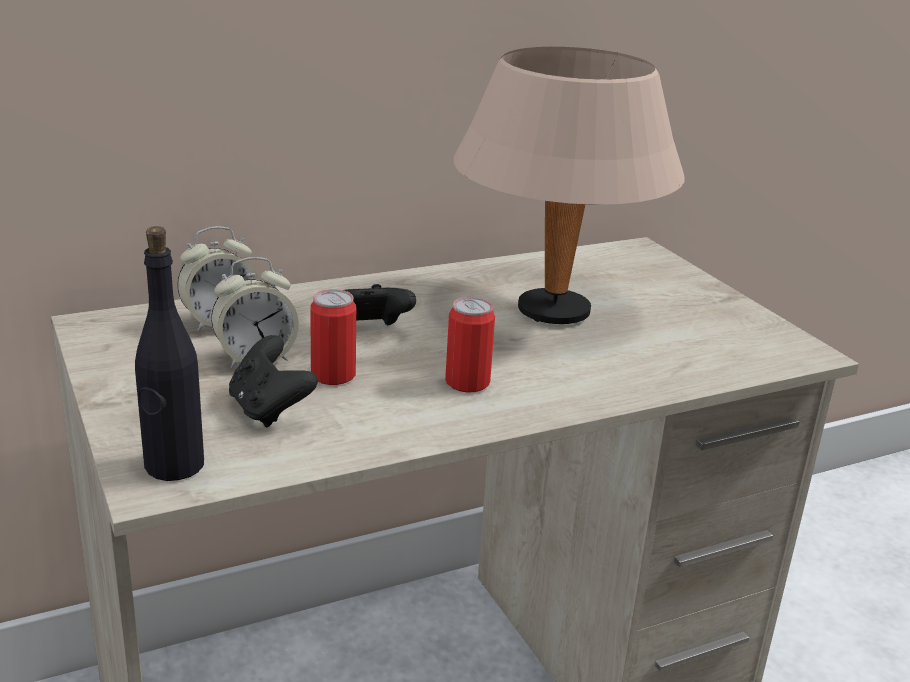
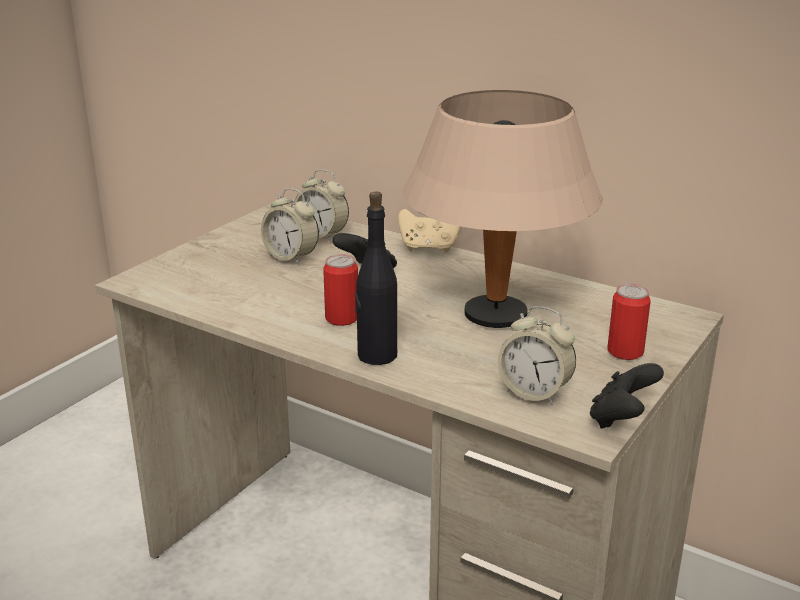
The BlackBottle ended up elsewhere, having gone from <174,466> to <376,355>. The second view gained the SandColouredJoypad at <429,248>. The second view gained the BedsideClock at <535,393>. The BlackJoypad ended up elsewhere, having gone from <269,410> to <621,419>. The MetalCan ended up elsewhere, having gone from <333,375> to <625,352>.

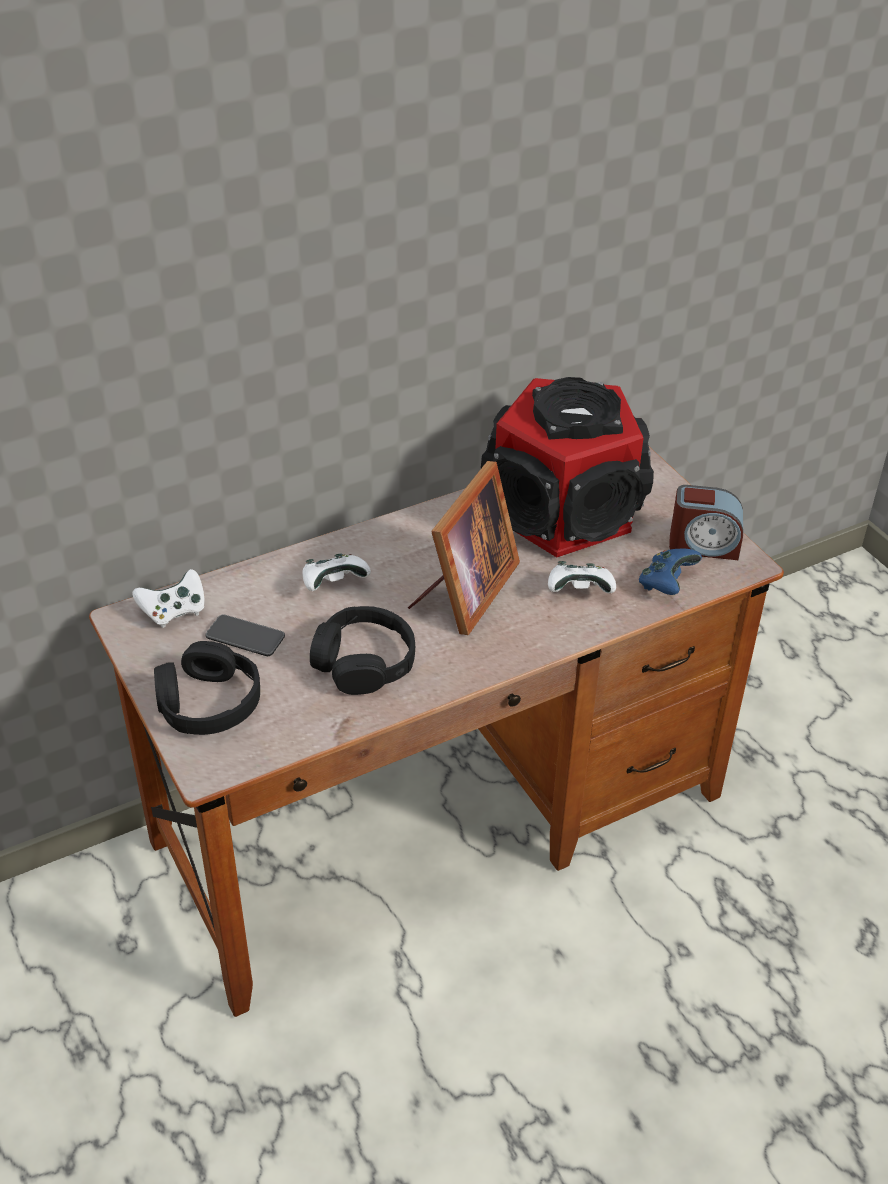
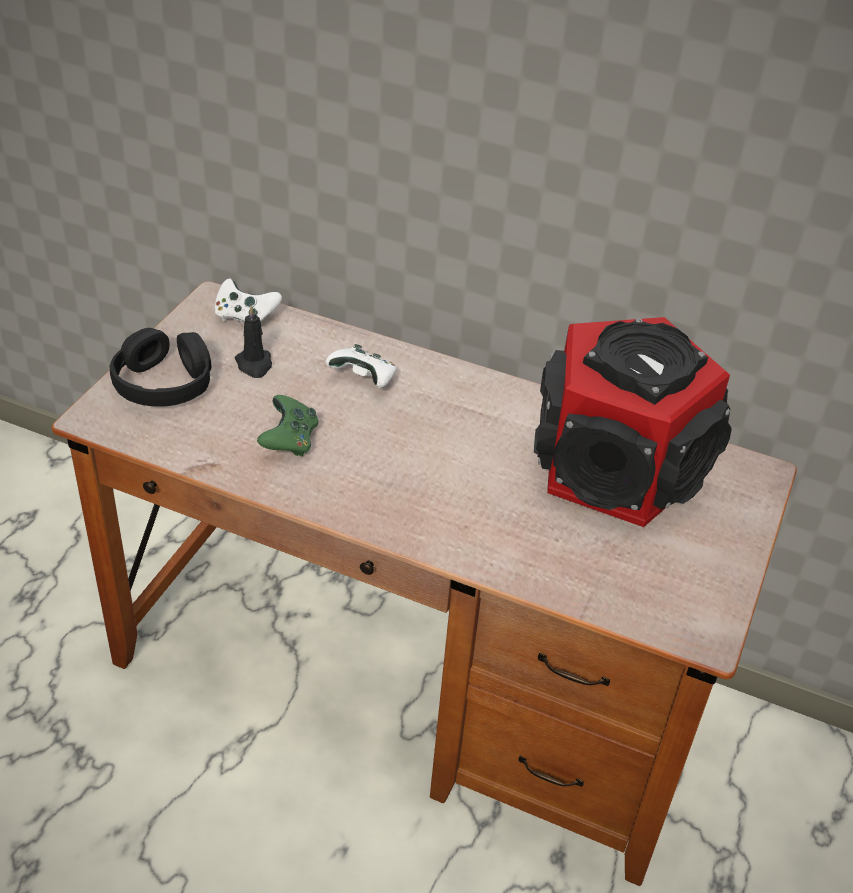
Where the Handset stood at <245,637>, the BlackCandle came to stand at <254,365>. Where the BlackHeadset stood at <364,662>, the GreenJoypad came to stand at <290,441>. The second view lost the StandingFrame at <464,593>. The second view lost the WhiteJoypad at <579,592>. The second view lost the BlueColouredJoypad at <666,583>. The second view lost the BedsideClock at <703,545>.

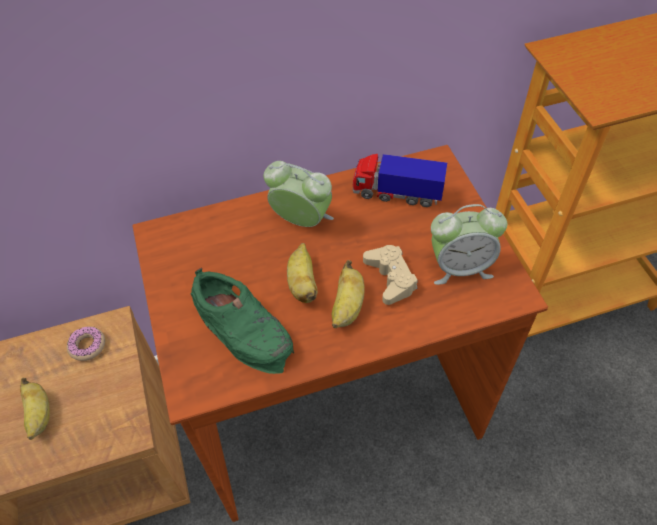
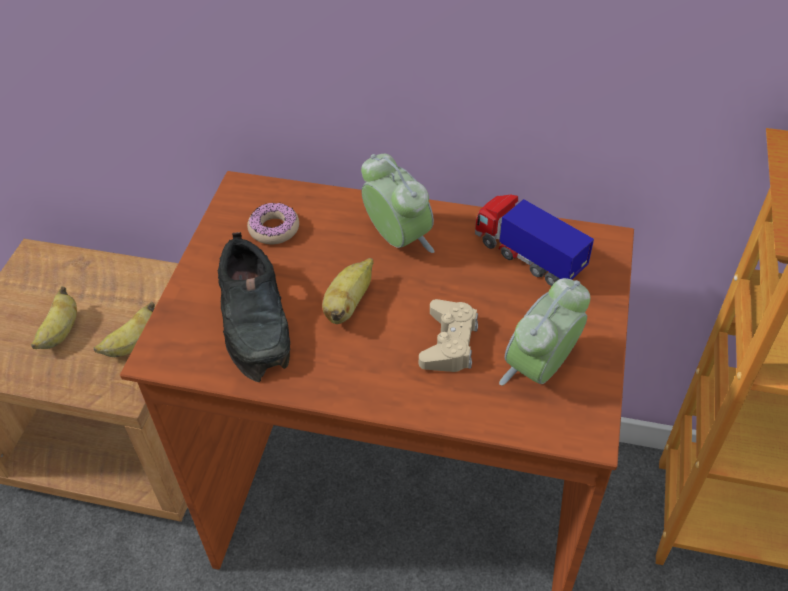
The Banana ended up elsewhere, having gone from <347,307> to <133,344>. What was the GreenLowShoe at <243,327> turned into the BlackLowShoe at <255,319>. The Donut ended up elsewhere, having gone from <87,346> to <274,229>. The BedsideClock at <460,267> ended up facing another way, 105 degrees clockwise from before.

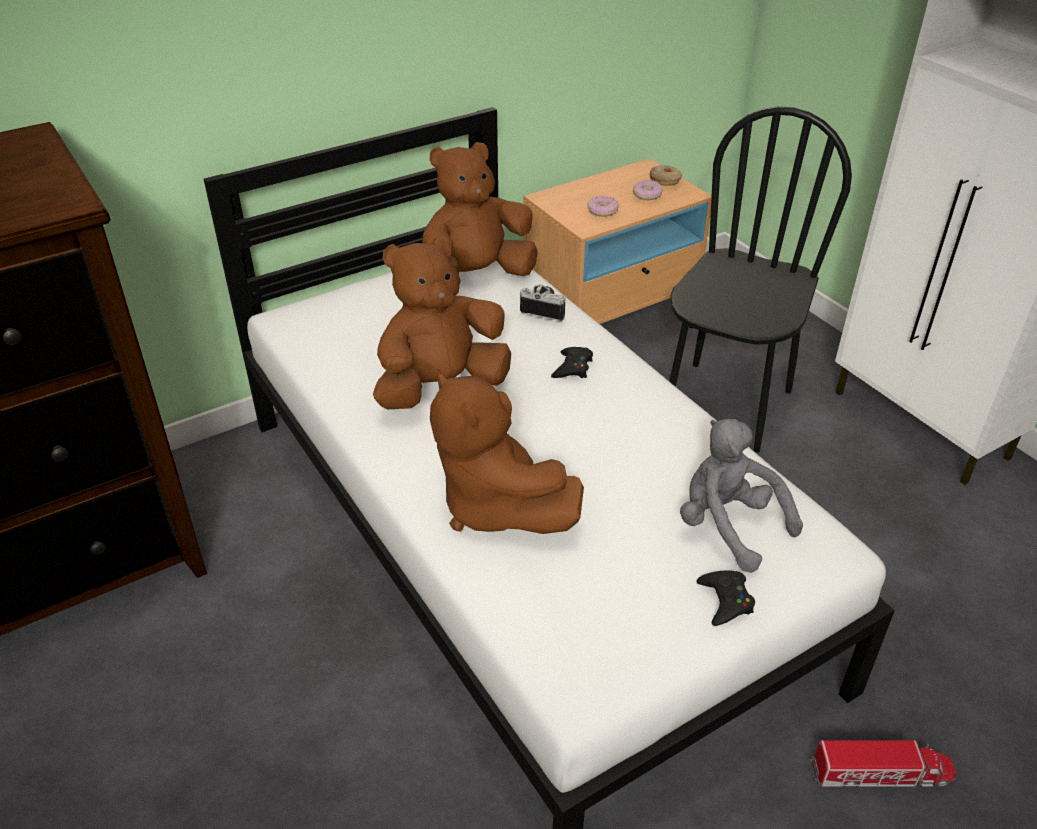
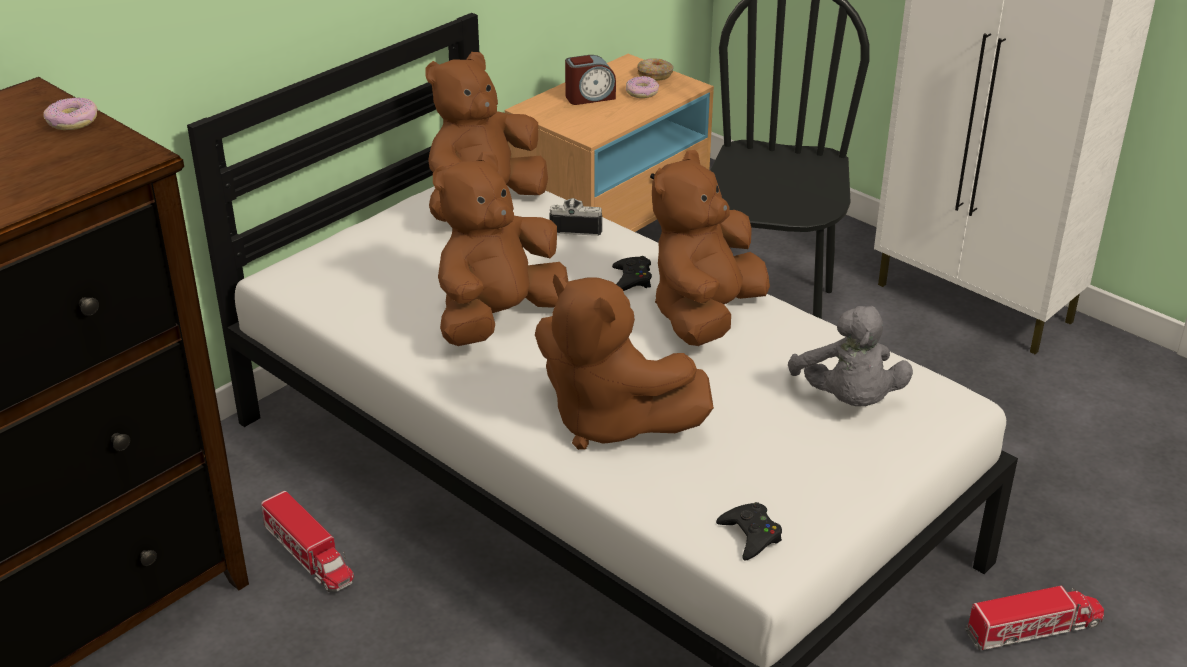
The Donut ended up elsewhere, having gone from <603,211> to <73,121>. The second view gained the ModelTruck at <309,555>. The second view gained the BedsideClock at <590,97>. The second view gained the BrownSoftToy at <705,316>. The BlackJoypad ended up elsewhere, having gone from <725,601> to <751,535>. The GreyishSoftToy at <728,526> ended up facing another way, 135 degrees counterclockwise from before.

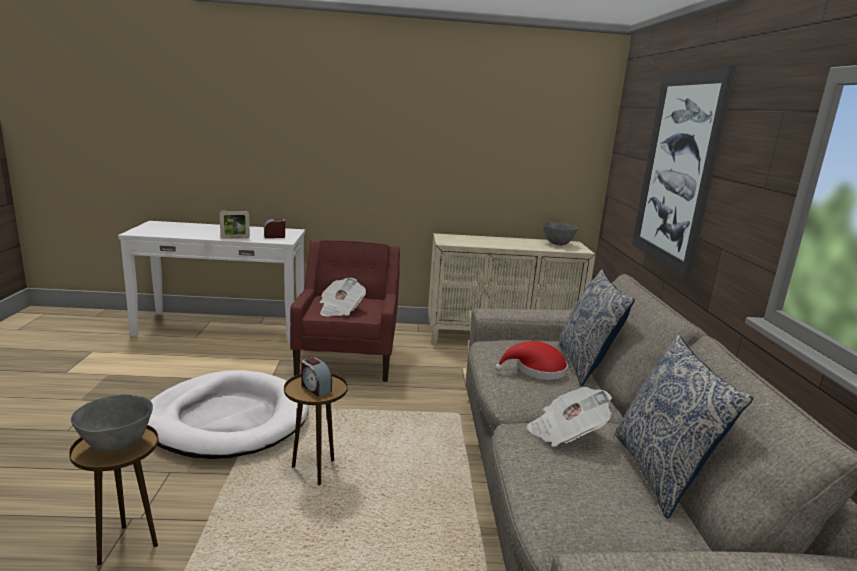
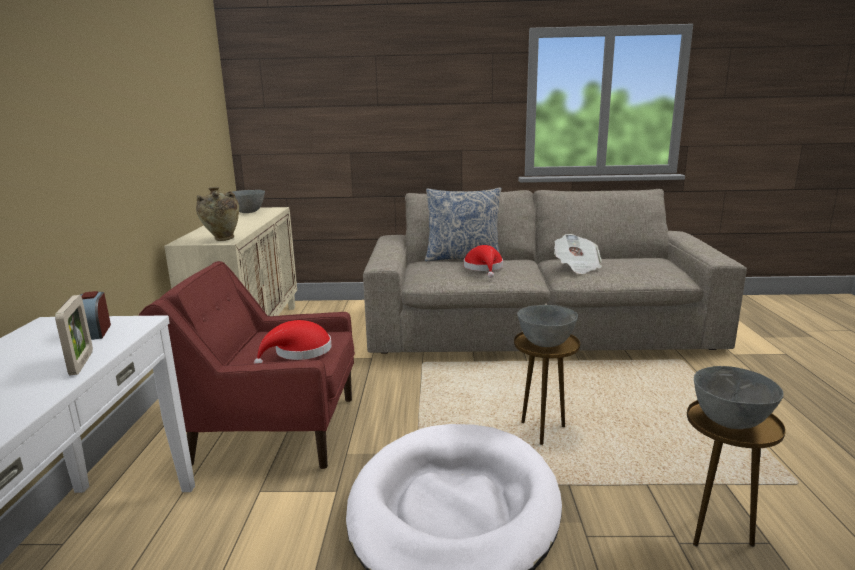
The second view gained the SandColouredFlowerVase at <222,239>. Where the DailyPaper stood at <340,310>, the RedColouredHat came to stand at <299,352>. Where the BedsideClock stood at <315,388>, the GreyishBowl came to stand at <545,344>. The second view lost the Pillow at <660,473>. The second view lost the WallPicture at <676,169>.

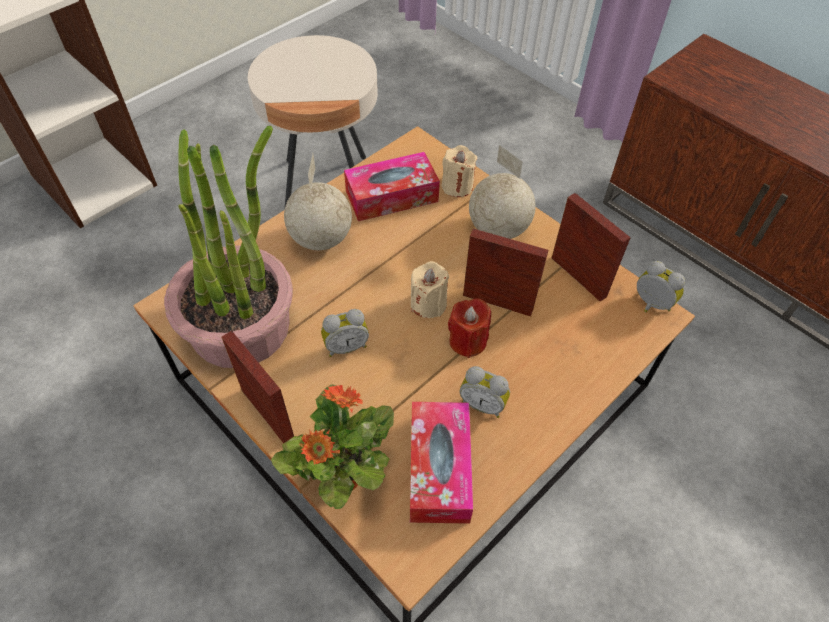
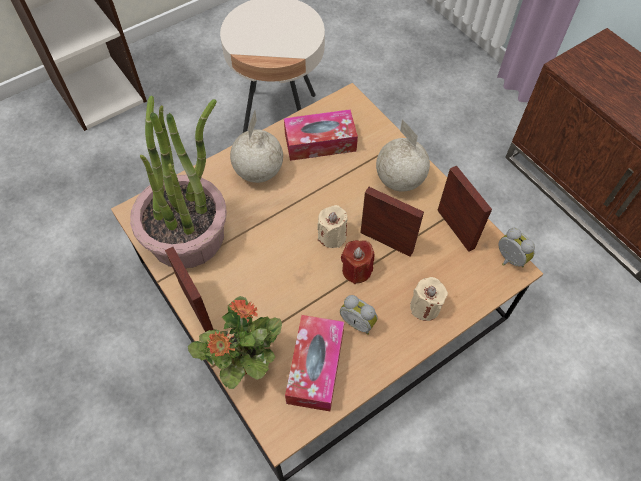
The SandColouredCandle ended up elsewhere, having gone from <457,186> to <425,307>. The second view lost the BedsideClock at <346,346>.

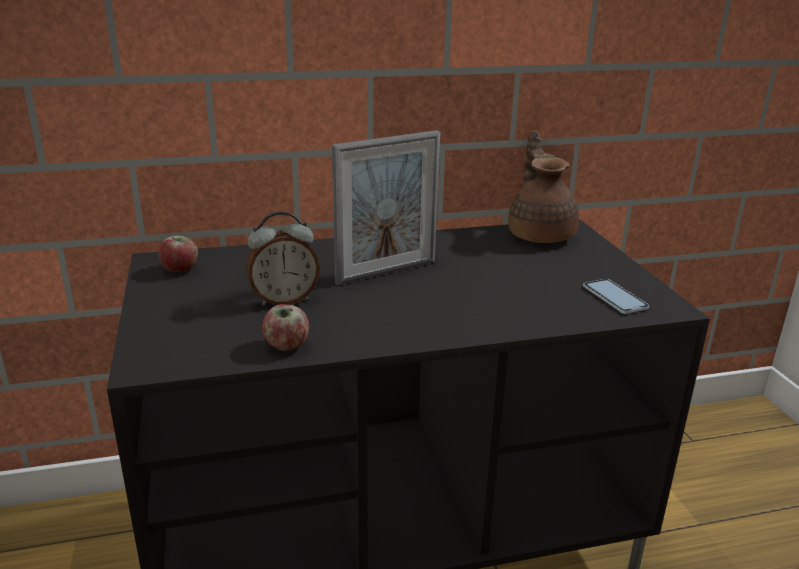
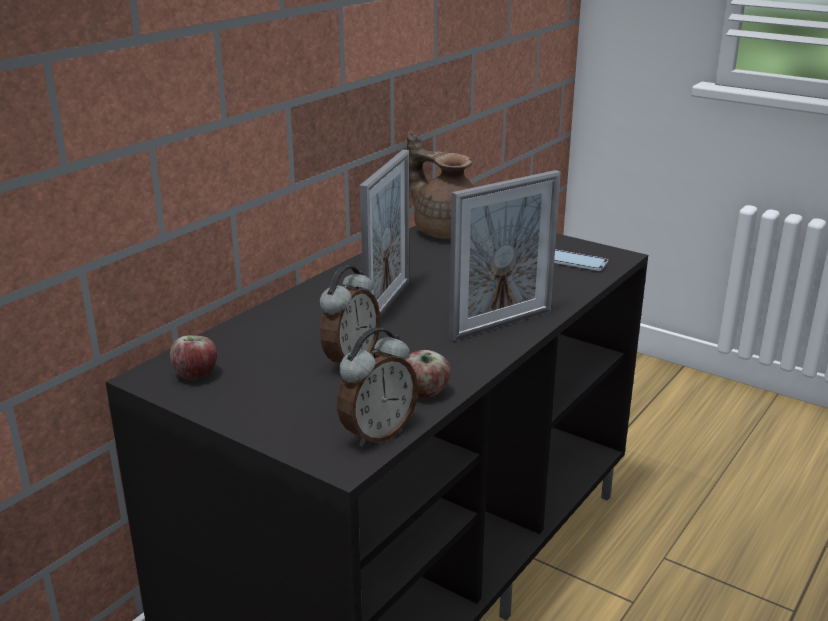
The second view gained the BedsideClock at <377,433>. The second view gained the StandingFrame at <501,324>.

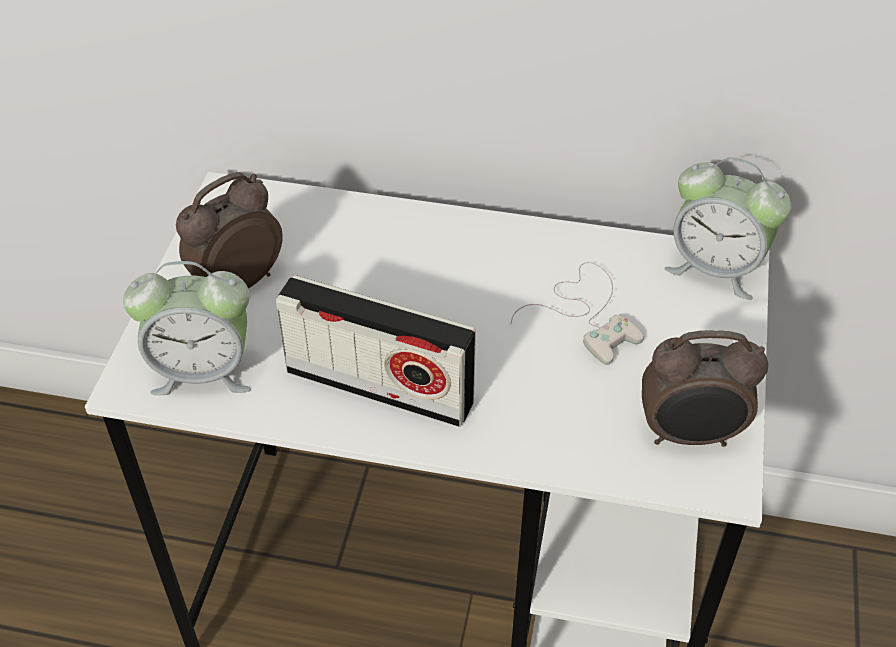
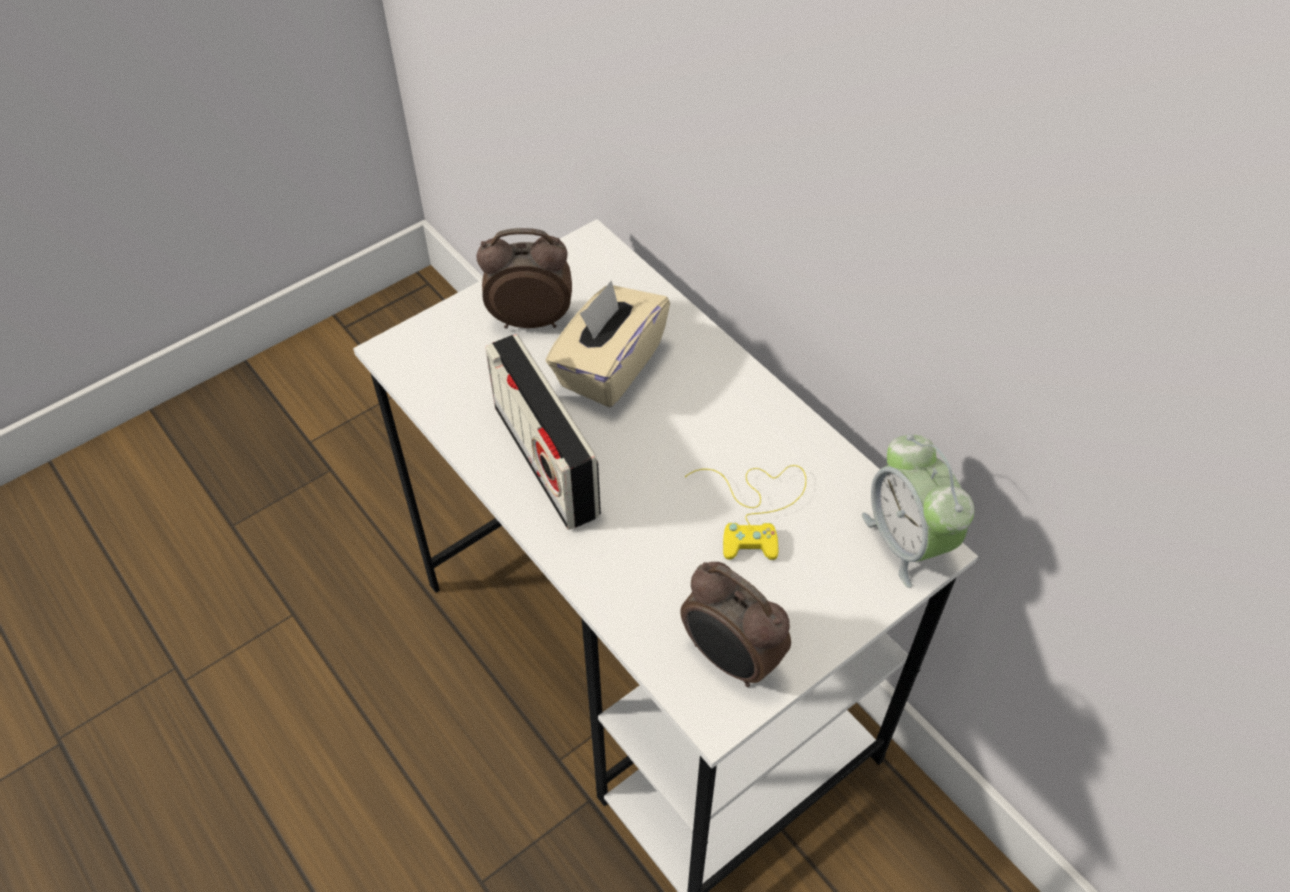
The second view gained the SandColouredTissueBox at <609,366>. What was the WhiteJoypad at <586,313> turned into the YellowJoypad at <756,507>. The second view lost the BedsideClock at <203,371>.

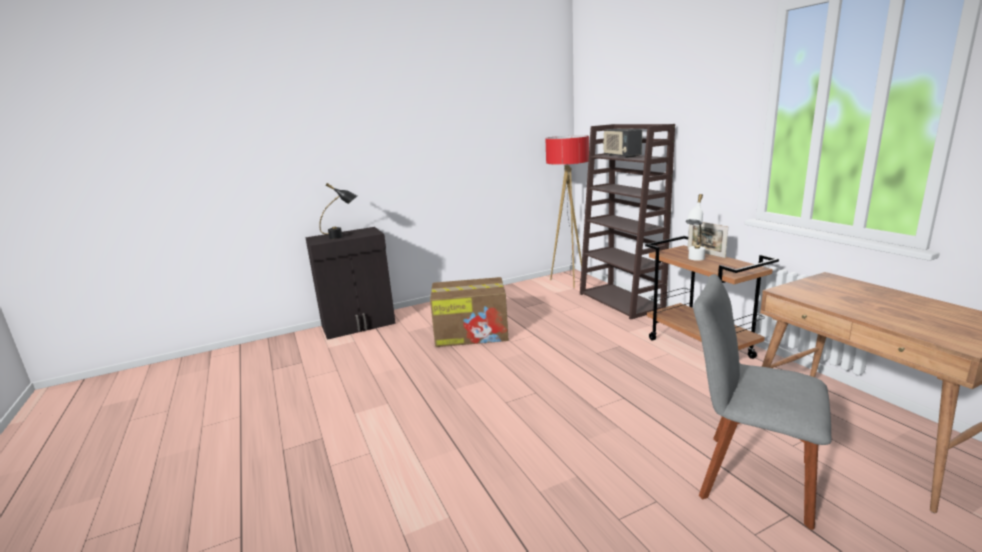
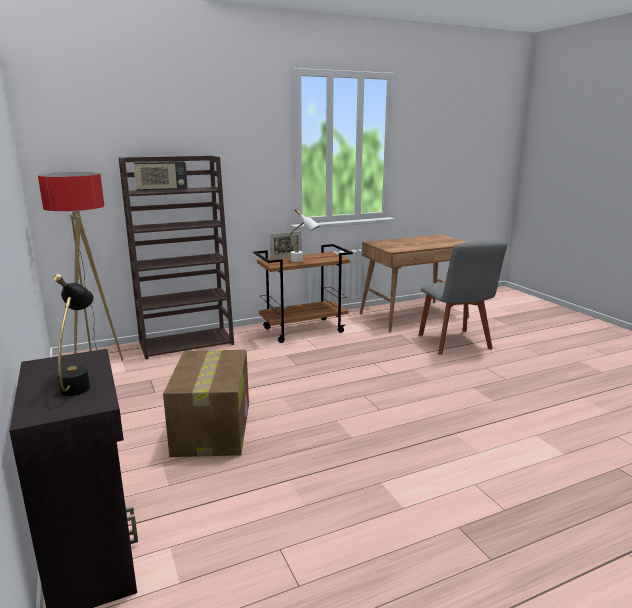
The GreyishPlainChair at <749,476> ended up facing another way, 45 degrees counterclockwise from before.

